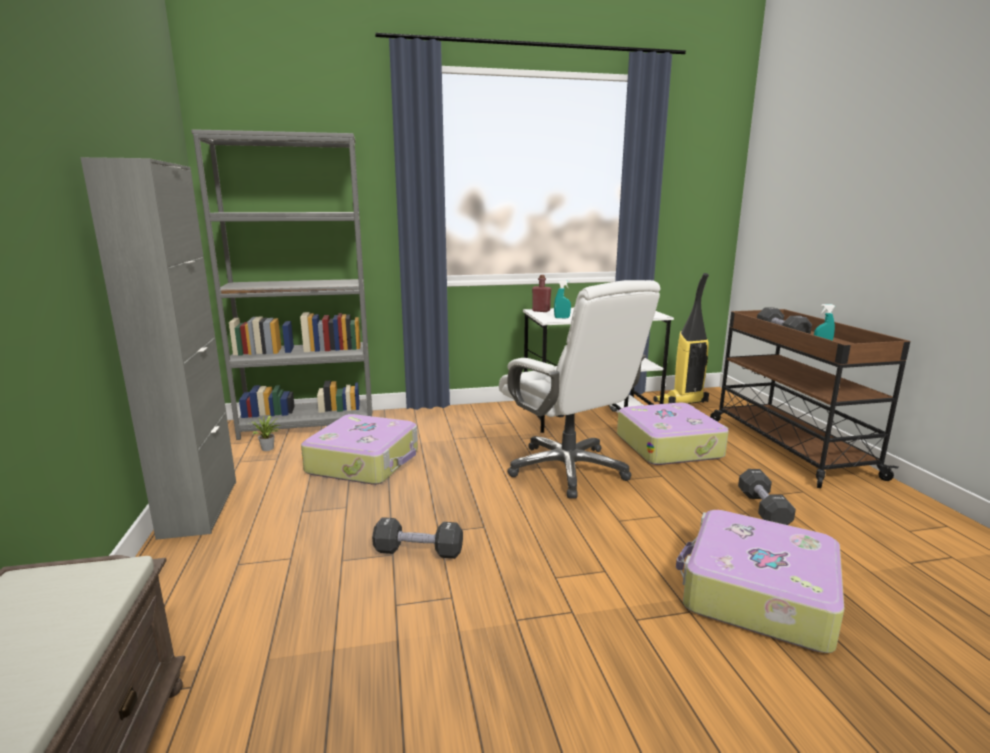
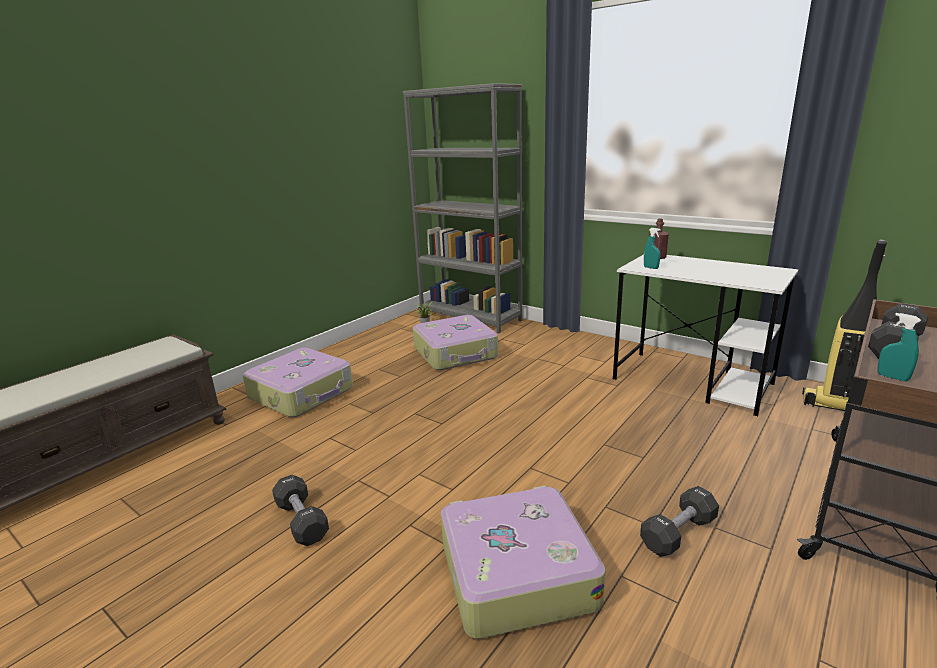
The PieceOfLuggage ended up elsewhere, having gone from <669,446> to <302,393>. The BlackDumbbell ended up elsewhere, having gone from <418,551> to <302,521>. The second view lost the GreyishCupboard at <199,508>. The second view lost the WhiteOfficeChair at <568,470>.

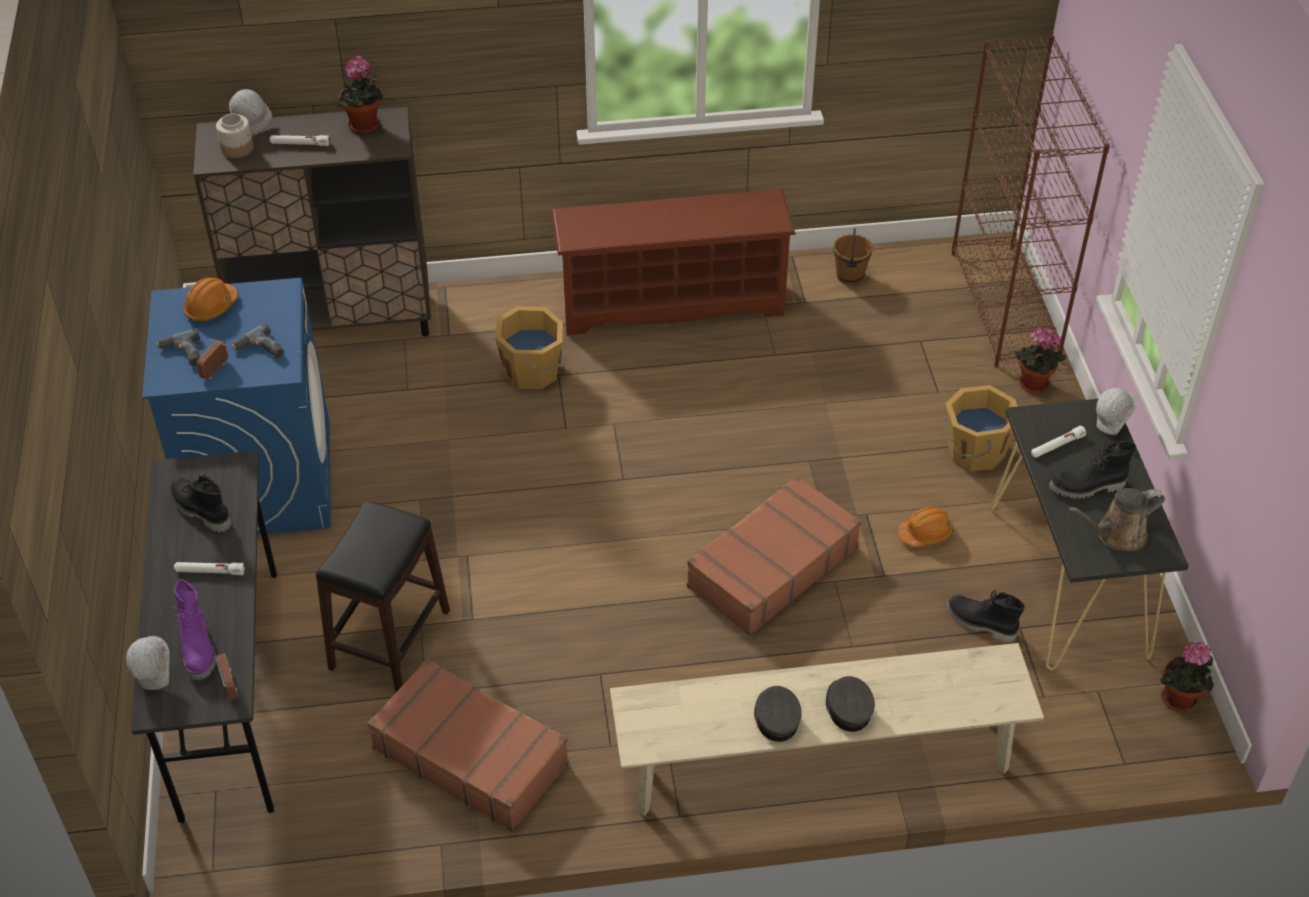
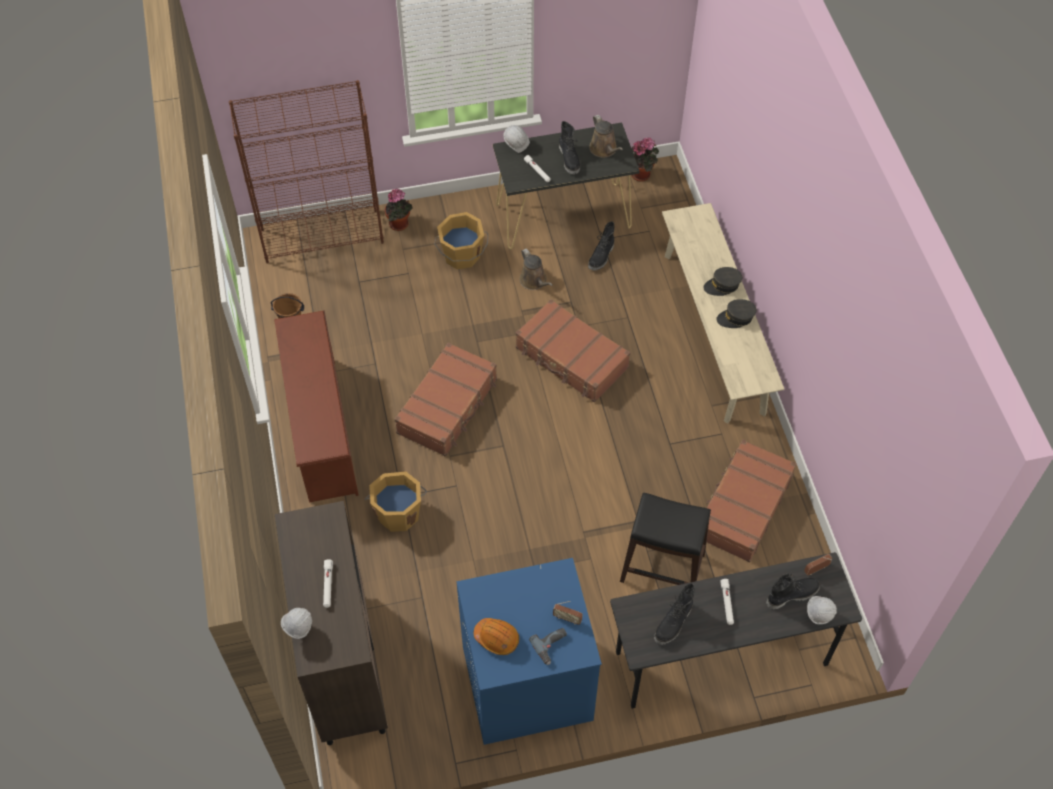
The second view gained the BrownPieceOfLuggage at <448,406>. Where the OrangeyWorkHelmet stood at <925,533>, the BrownSprinklingCan came to stand at <534,281>. What was the PurpleHighTopBoot at <199,649> turned into the BlackHighTopBoot at <792,594>. The second view lost the Jar at <237,148>. The second view lost the Drill at <260,350>. The second view lost the Houseplant at <365,126>.

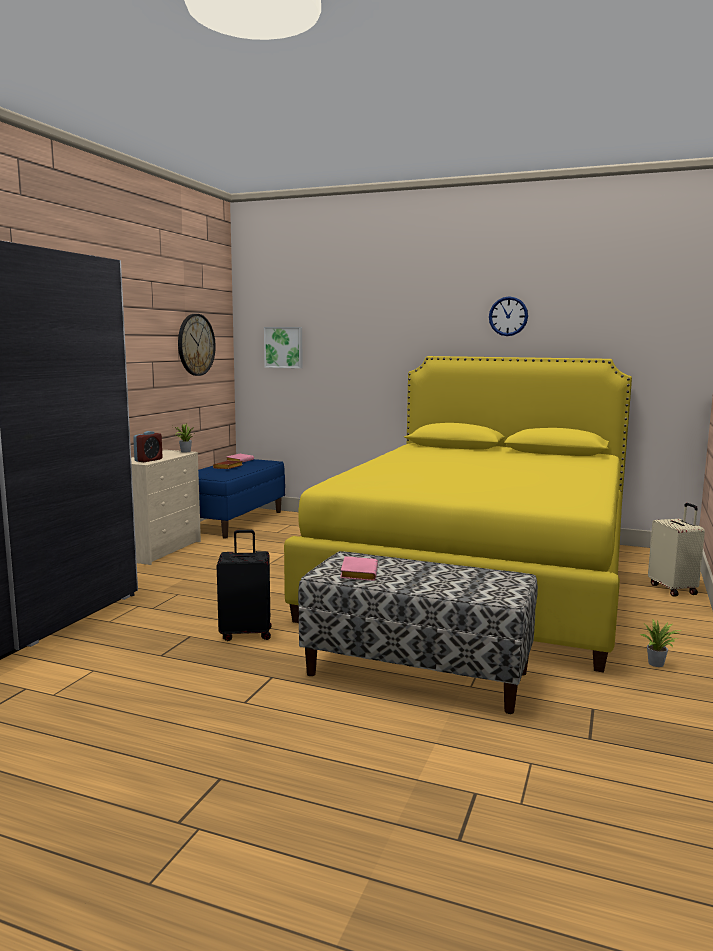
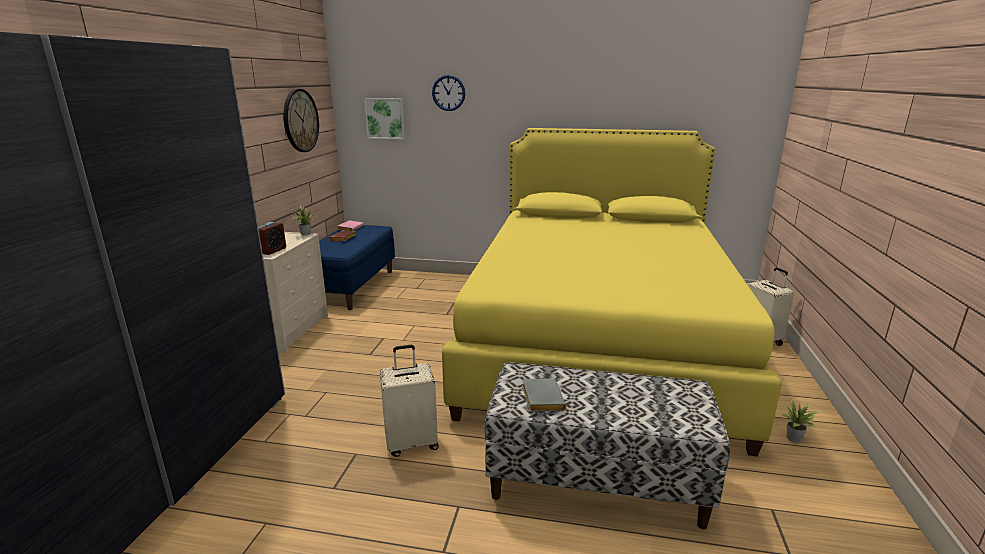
What was the BlackPieceOfLuggage at <246,633> turned into the SandColouredPieceOfLuggage at <412,443>. The ClockOnTheWall ended up elsewhere, having gone from <508,316> to <448,93>. What was the PinkishVolume at <357,573> turned into the GreyishVolume at <541,398>.

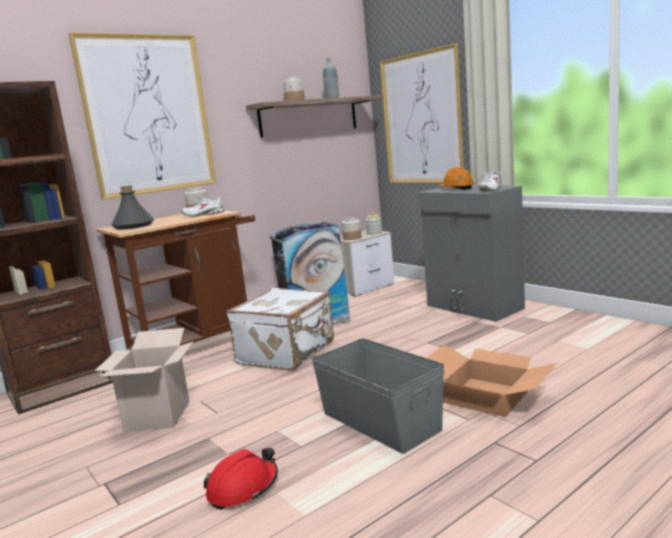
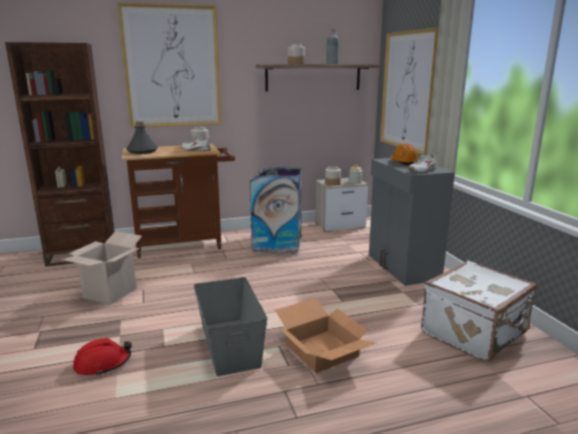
The WhitePieceOfLuggage ended up elsewhere, having gone from <288,352> to <475,334>.

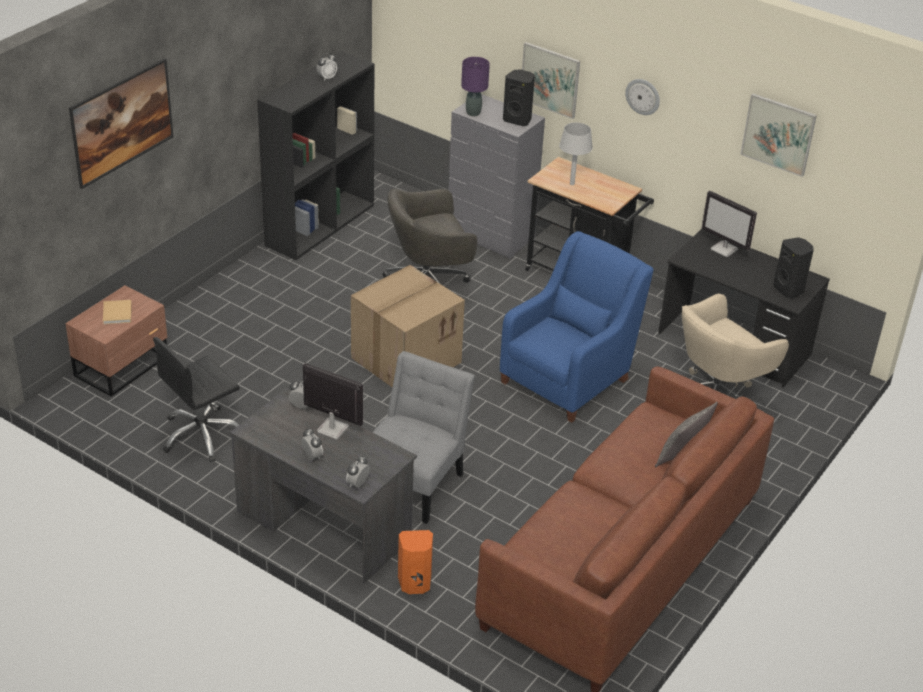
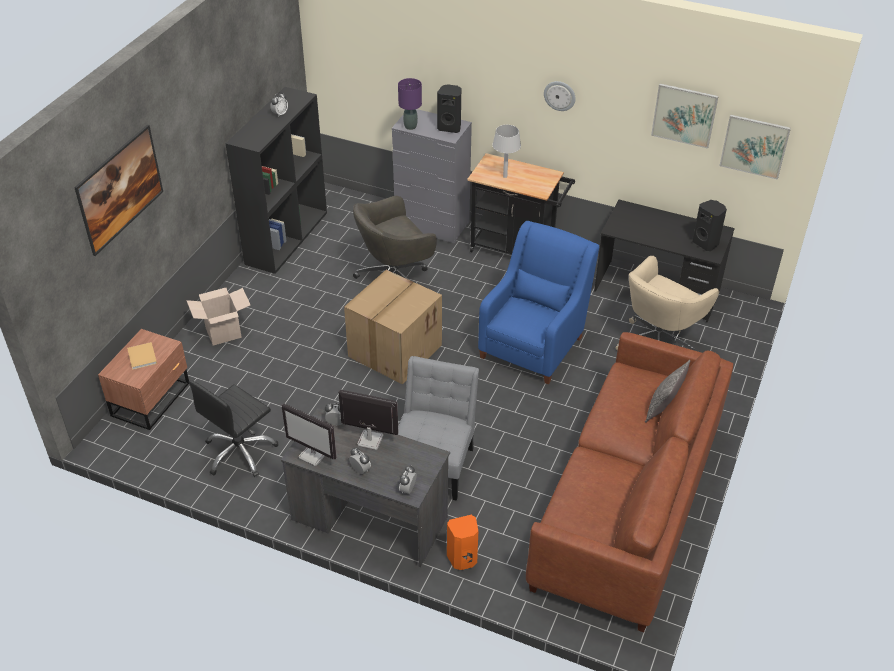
The second view gained the PackingBox at <223,332>. The ComputerScreen ended up elsewhere, having gone from <724,249> to <313,455>. The WallPicture ended up elsewhere, having gone from <550,79> to <754,146>.

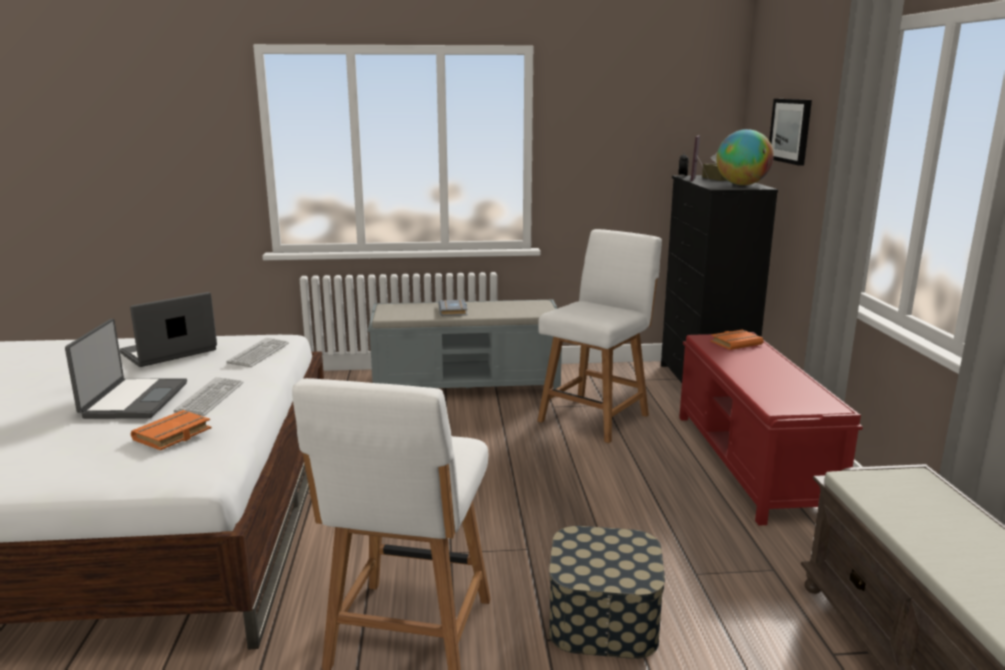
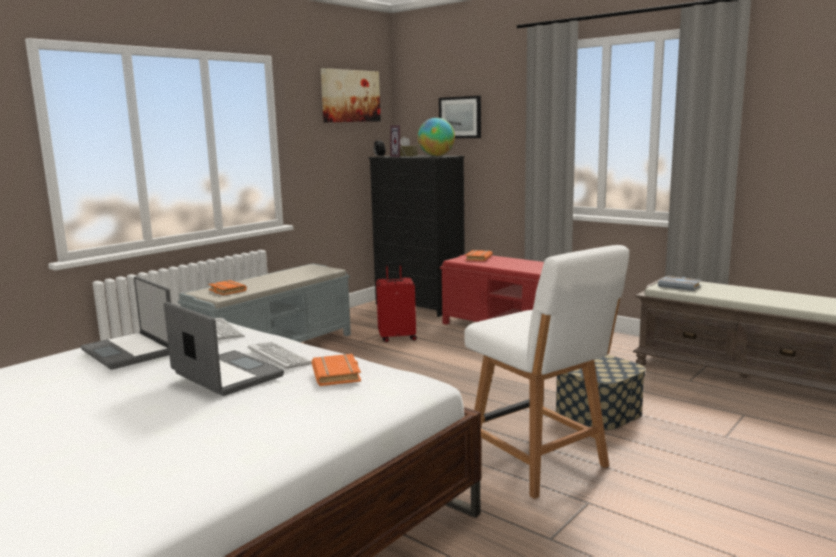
The PortableComputer at <169,352> ended up facing another way, 45 degrees counterclockwise from before. The second view gained the OrangeyVolume at <226,290>. The second view gained the WallPicture at <350,96>. Where the WhitePlainChair stood at <595,417>, the RedColouredPieceOfLuggage came to stand at <397,338>. The GreyishVolume ended up elsewhere, having gone from <454,311> to <680,286>.

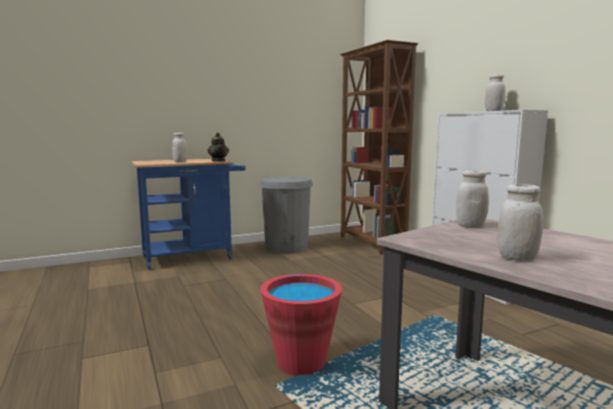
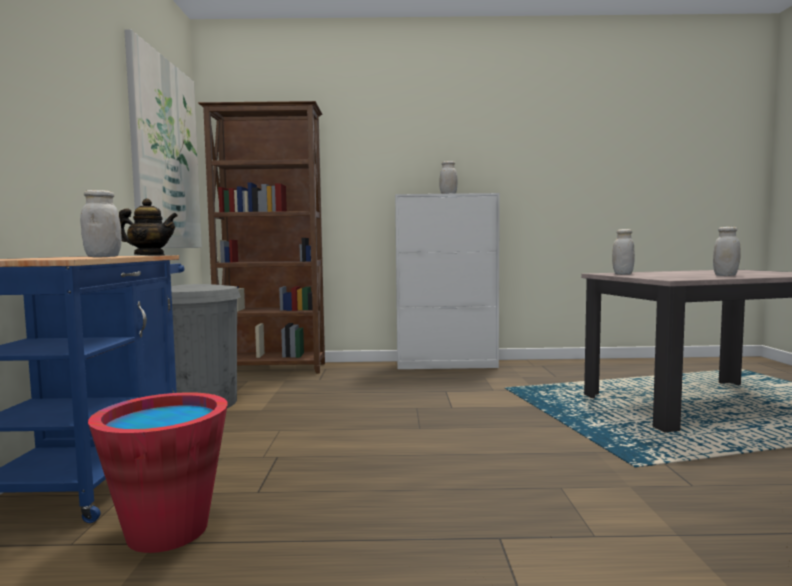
The RedColouredPail ended up elsewhere, having gone from <301,362> to <167,530>. The second view gained the WallPicture at <165,154>.

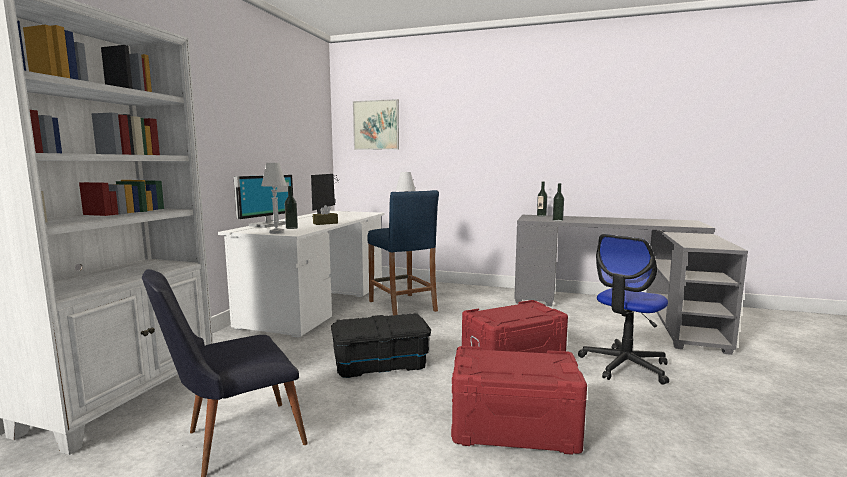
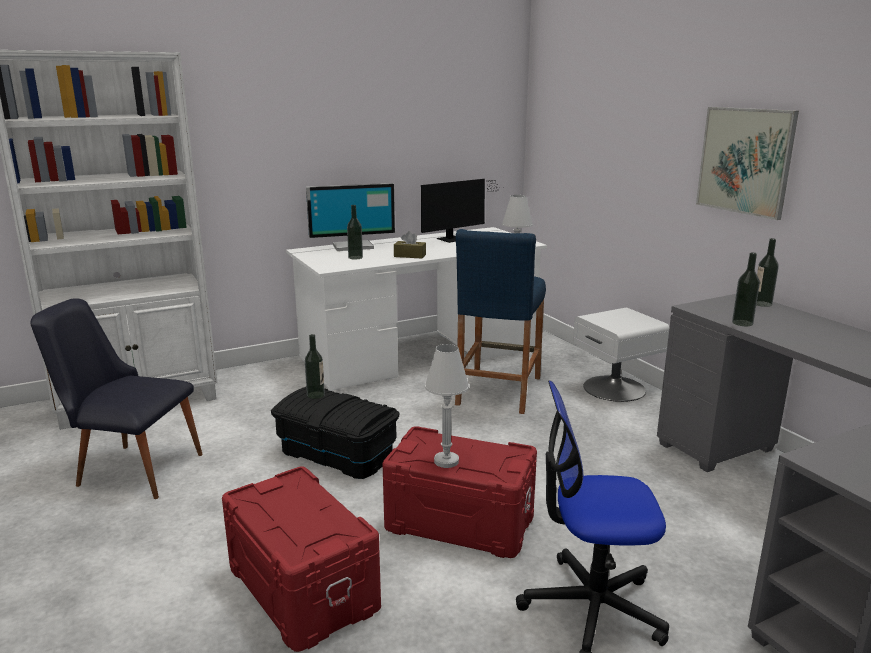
The second view gained the Bottle at <315,395>. The WhiteTabletopLamp ended up elsewhere, having gone from <276,232> to <446,461>. The second view gained the WhiteNightTable at <615,388>. The WallPicture ended up elsewhere, having gone from <376,125> to <745,161>.

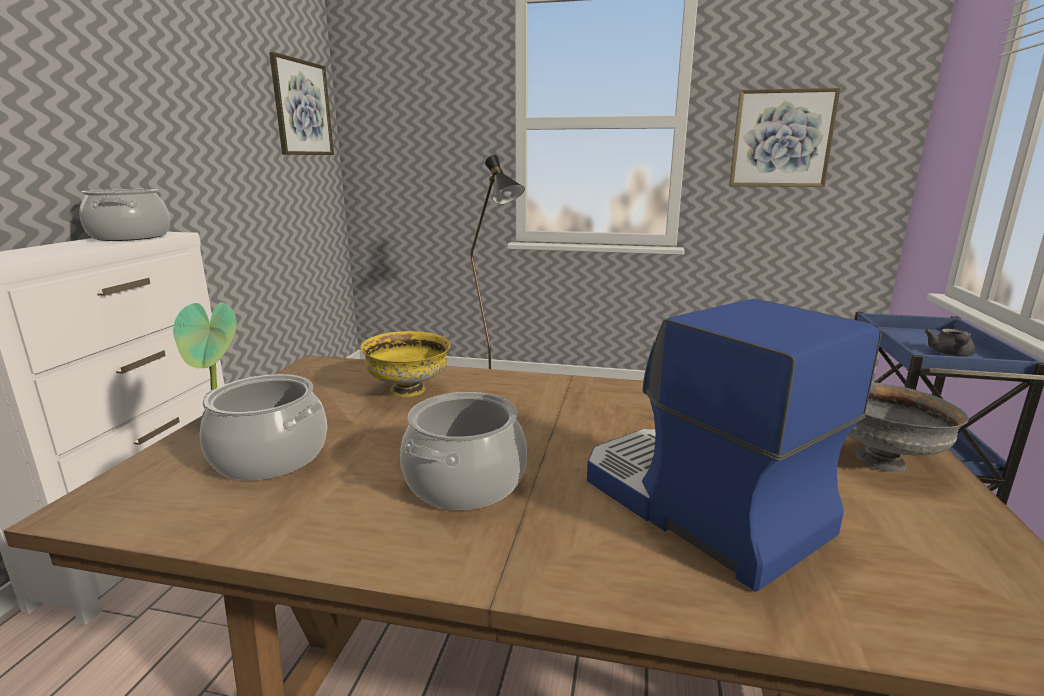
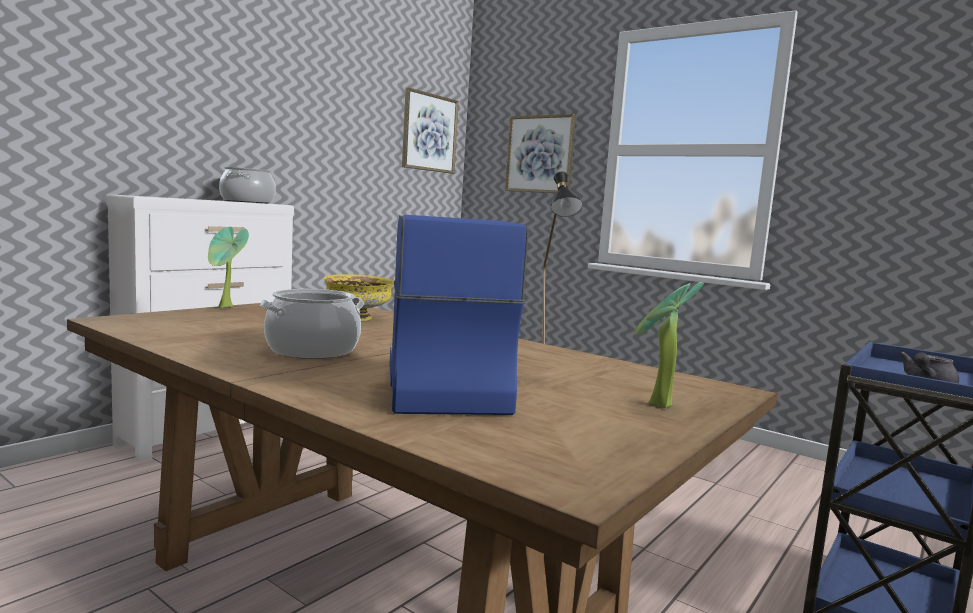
The WallPicture ended up elsewhere, having gone from <781,139> to <540,154>. Where the GreyishBowl stood at <881,460>, the Houseplant came to stand at <655,405>. The second view lost the CookingPot at <271,456>.

